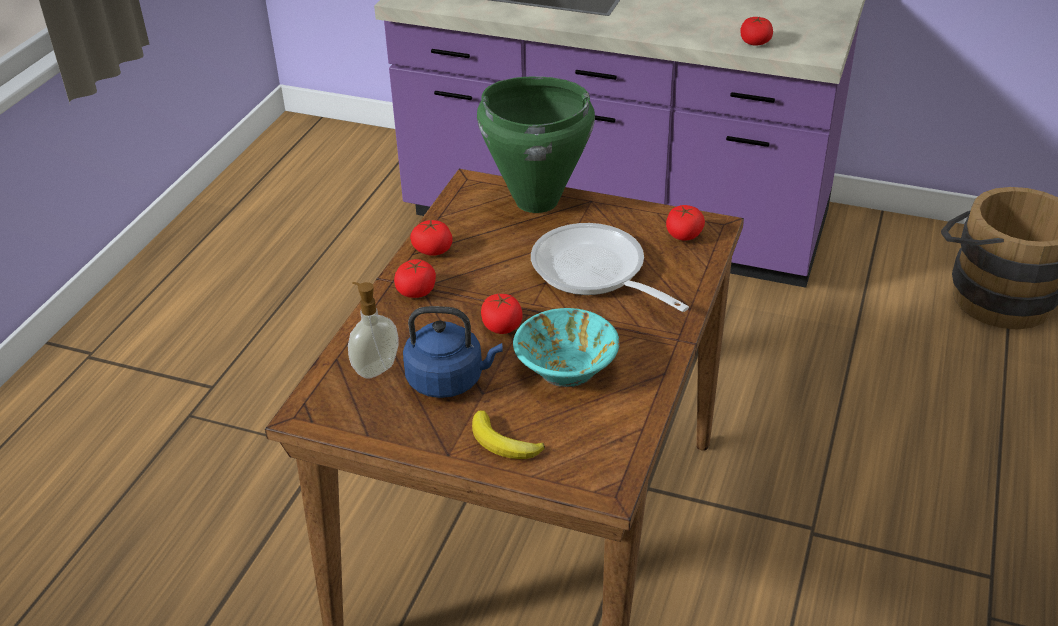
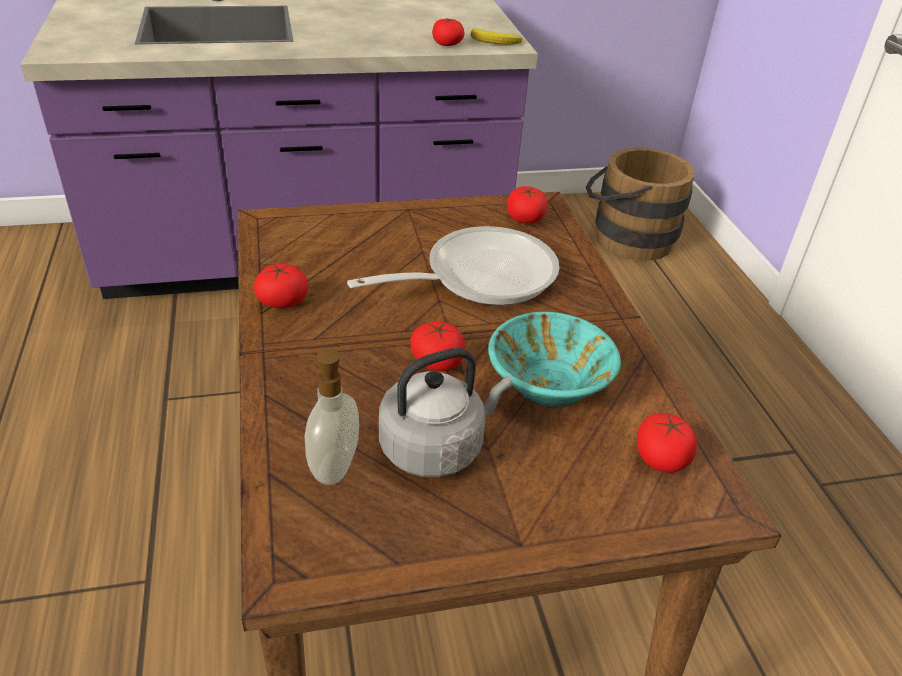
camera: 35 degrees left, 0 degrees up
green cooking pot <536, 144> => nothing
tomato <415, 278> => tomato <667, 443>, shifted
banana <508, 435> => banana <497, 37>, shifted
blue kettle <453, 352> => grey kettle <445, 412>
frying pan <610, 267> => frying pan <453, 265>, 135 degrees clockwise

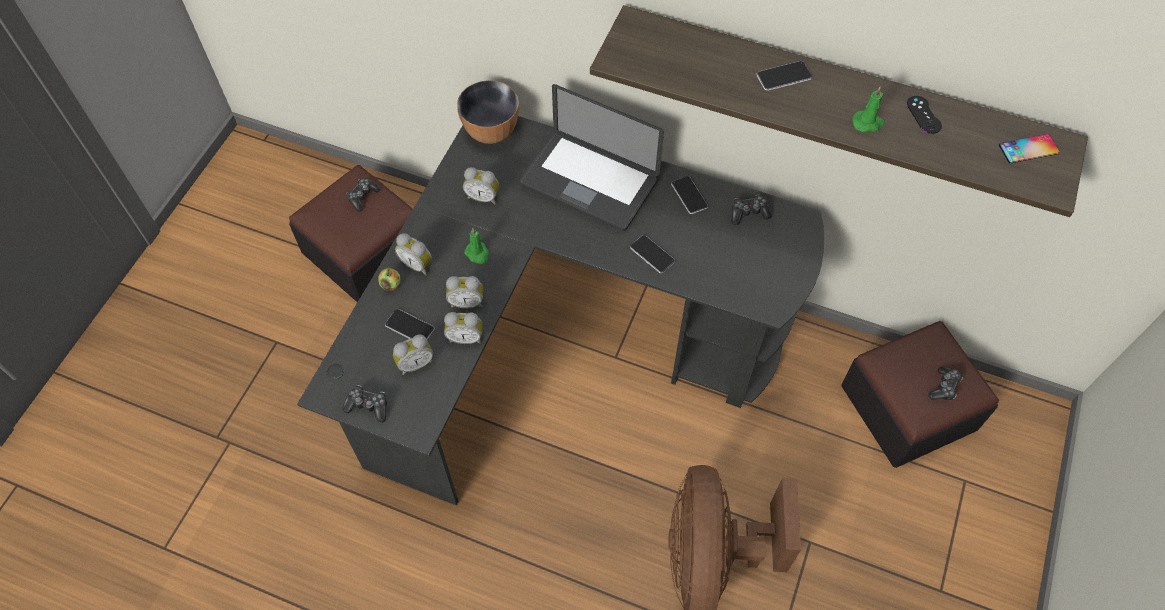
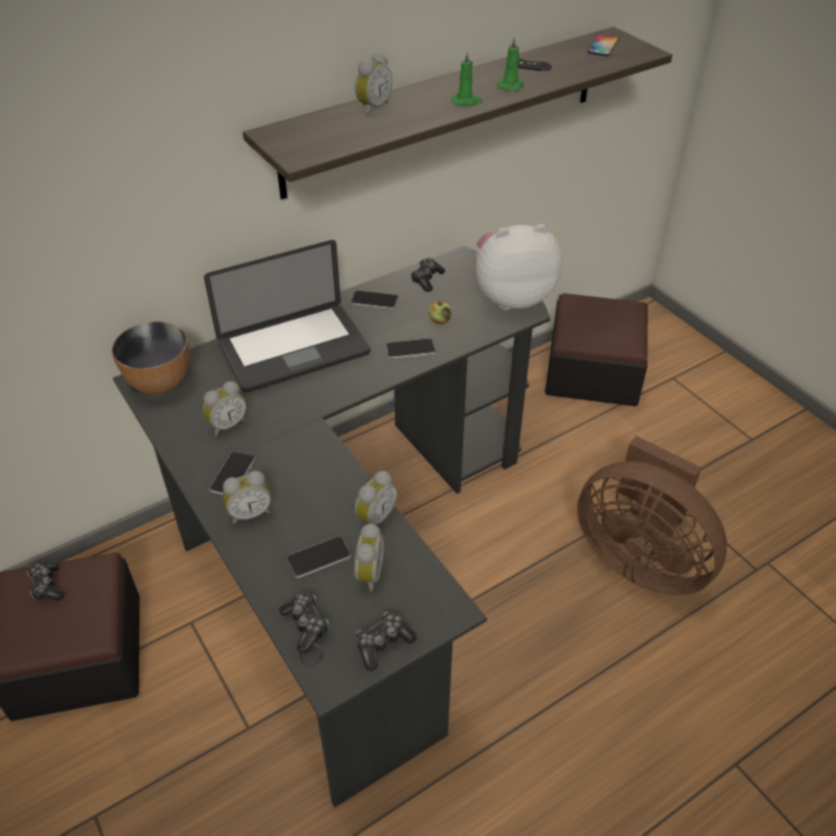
camera: 55 degrees left, 15 degrees down
nothing => plush toy <519, 267>
apple <389, 279> => apple <440, 312>, shifted
alarm clock <464, 292> => alarm clock <373, 84>, shifted
green candle <476, 246> => green candle <466, 78>, shifted
phone <784, 76> => phone <232, 473>, shifted
game controller <945, 383> => game controller <304, 623>, shifted

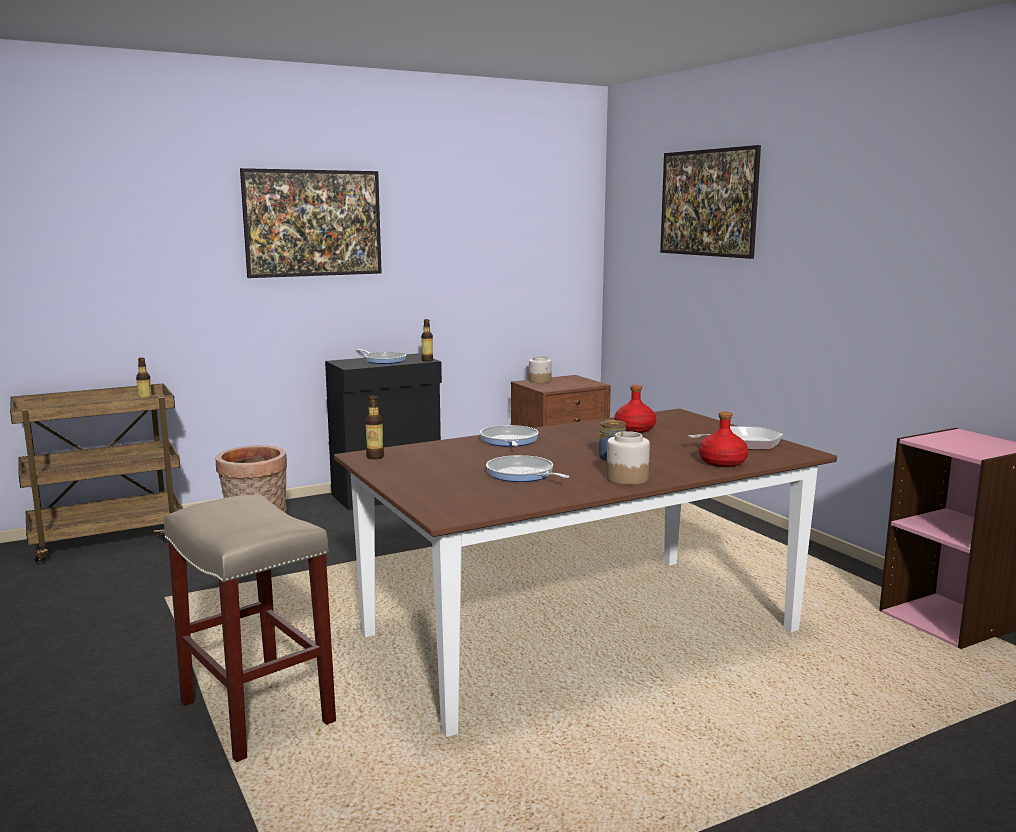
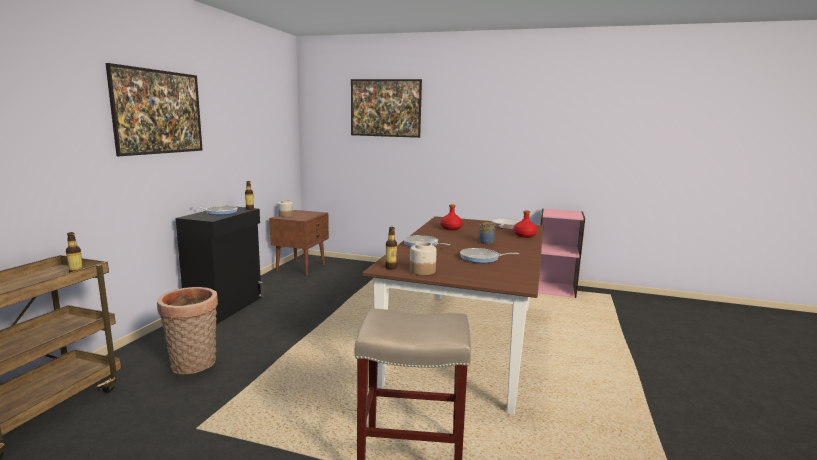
camera: 45 degrees left, 0 degrees up
jar <628, 458> => jar <423, 258>, shifted

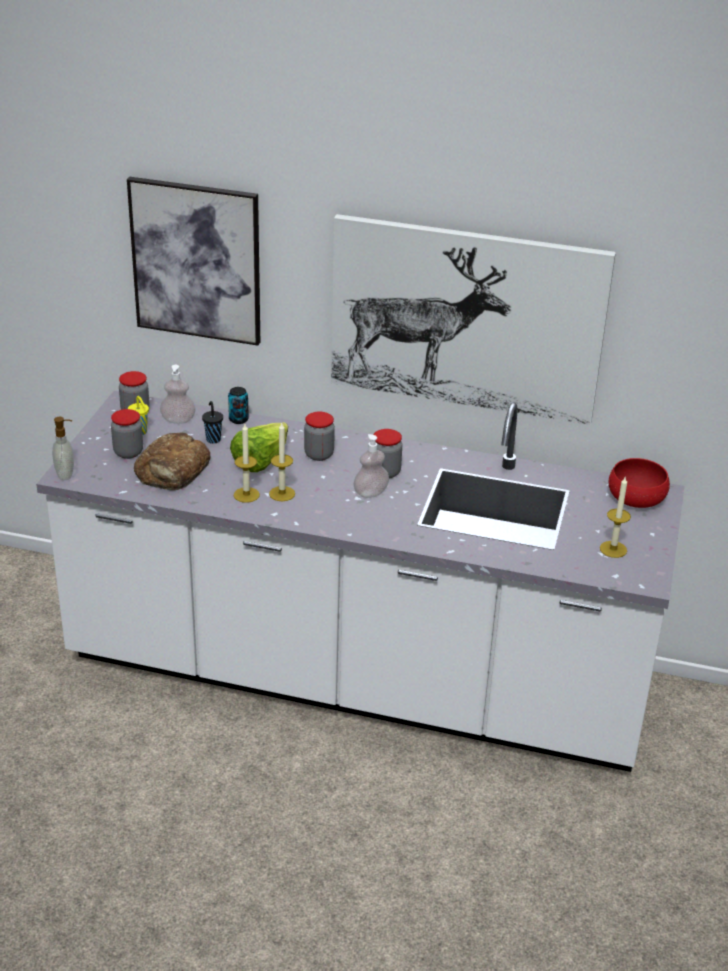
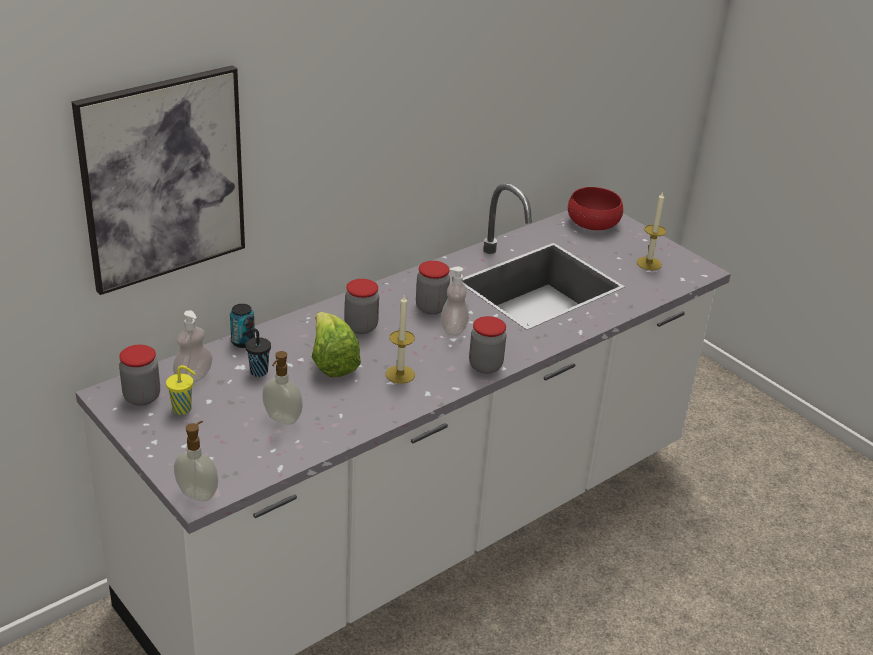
camera: 55 degrees left, 0 degrees up
candle <246, 463> => nothing
picture <473, 319> => nothing
jar <127, 434> => jar <487, 345>, shifted
bread <172, 461> => soap dispenser <282, 388>

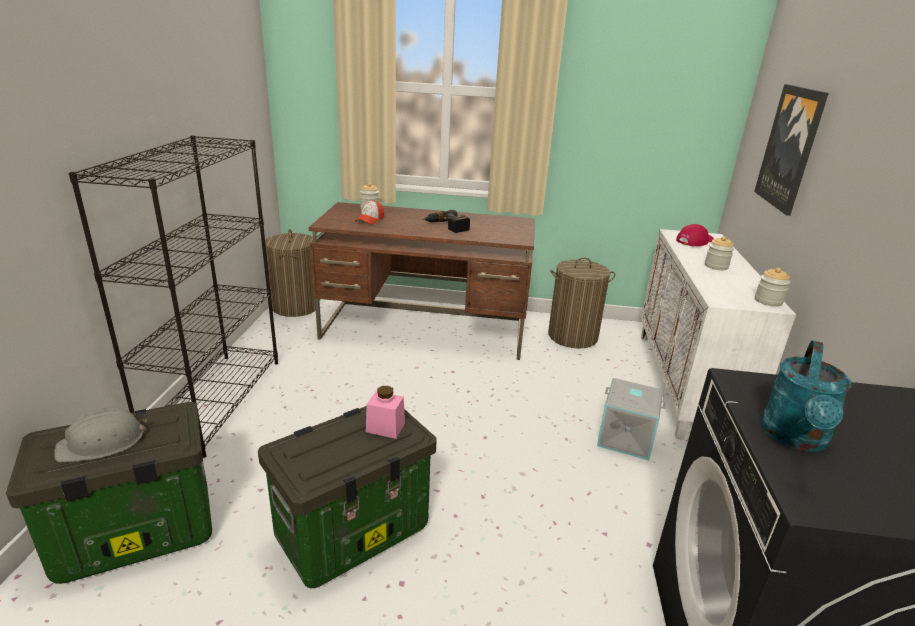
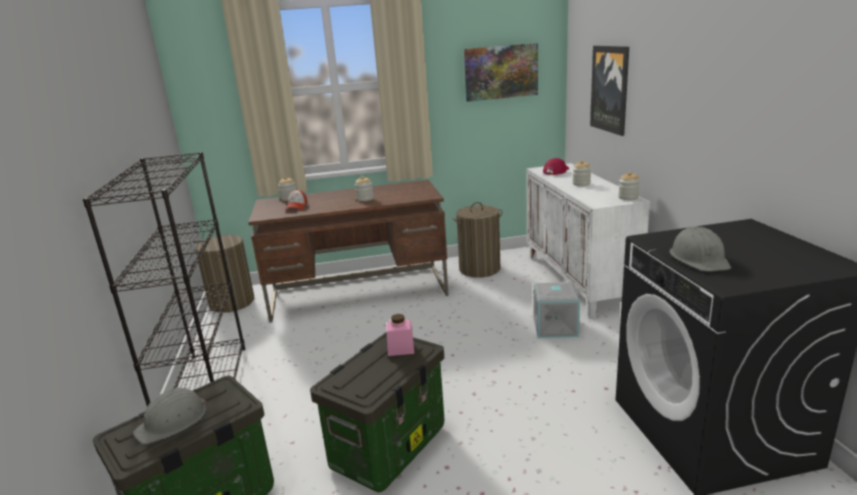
camera: 15 degrees left, 5 degrees down
nothing => picture <501, 72>
power drill <446, 221> => jar <364, 188>
turquoise watering can <806, 396> => grey hard hat <700, 248>

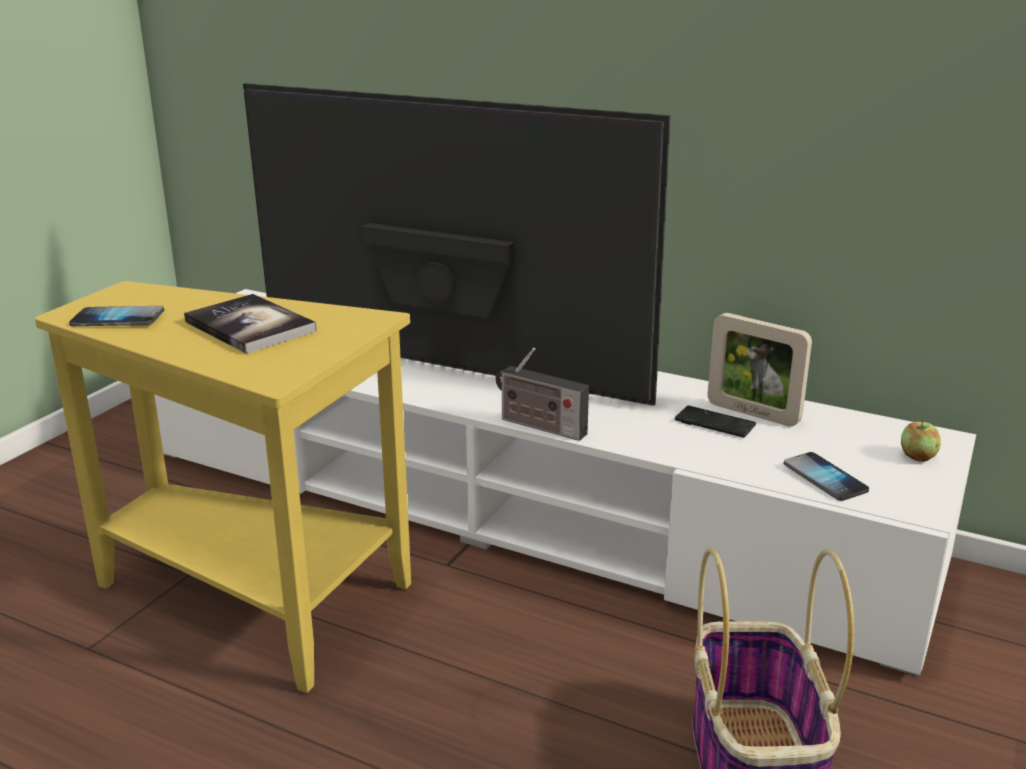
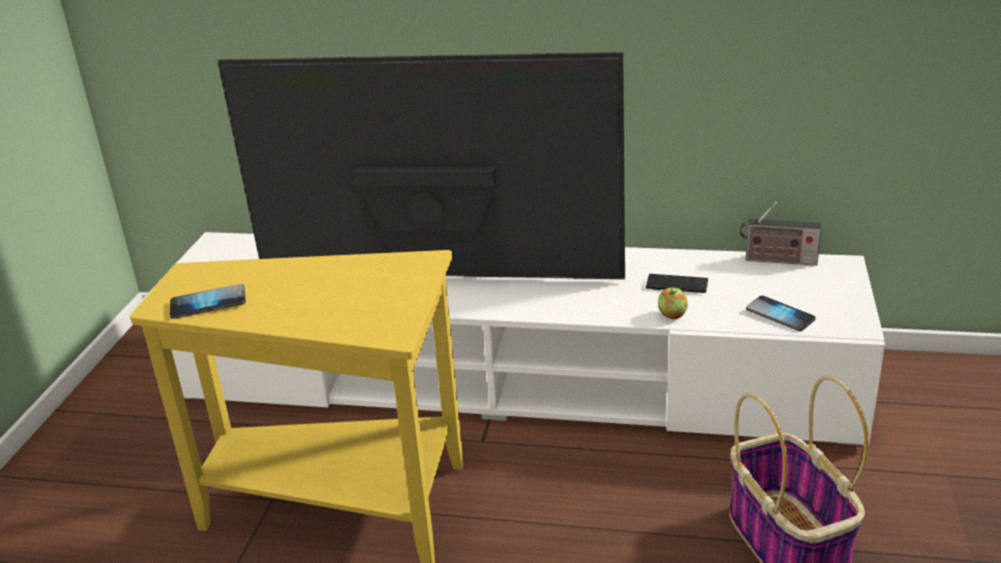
camera: 15 degrees left, 5 degrees up
book <250, 324> => nothing
picture frame <759, 370> => nothing
radio <542, 394> => radio <780, 234>, shifted
apple <921, 440> => apple <673, 303>, shifted

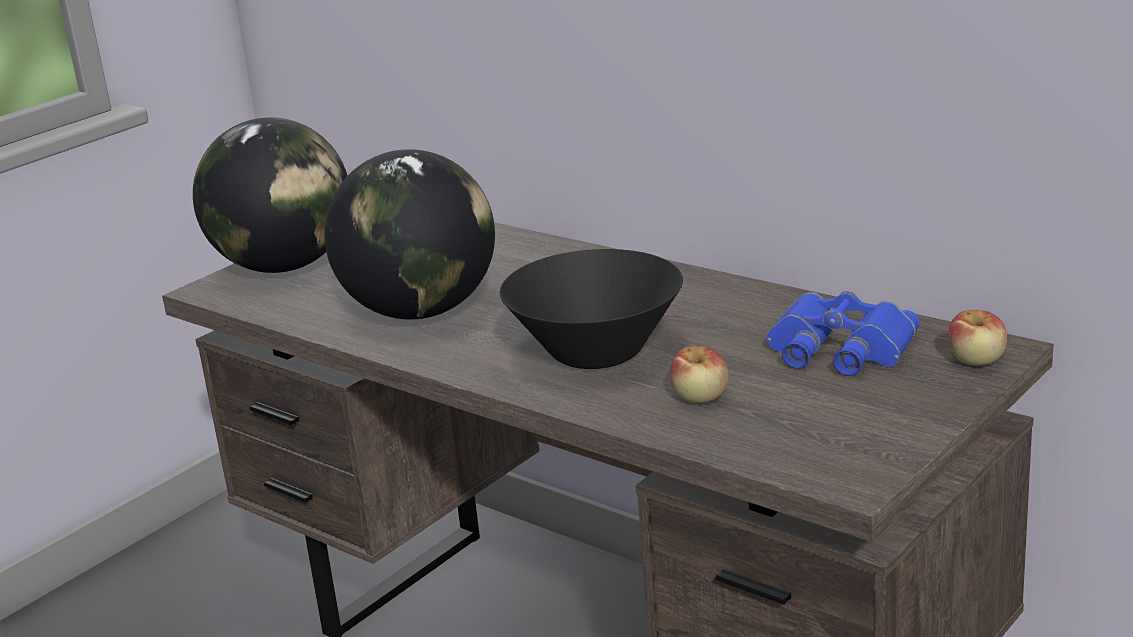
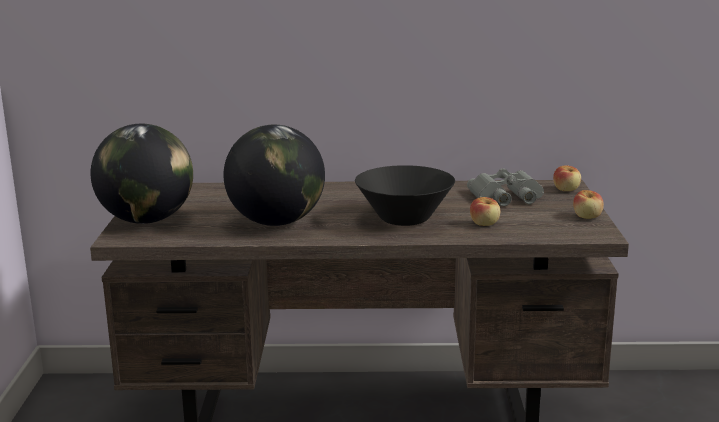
camera: 40 degrees left, 5 degrees down
nothing => apple <588, 204>
blue binoculars <843, 333> => grey binoculars <505, 187>

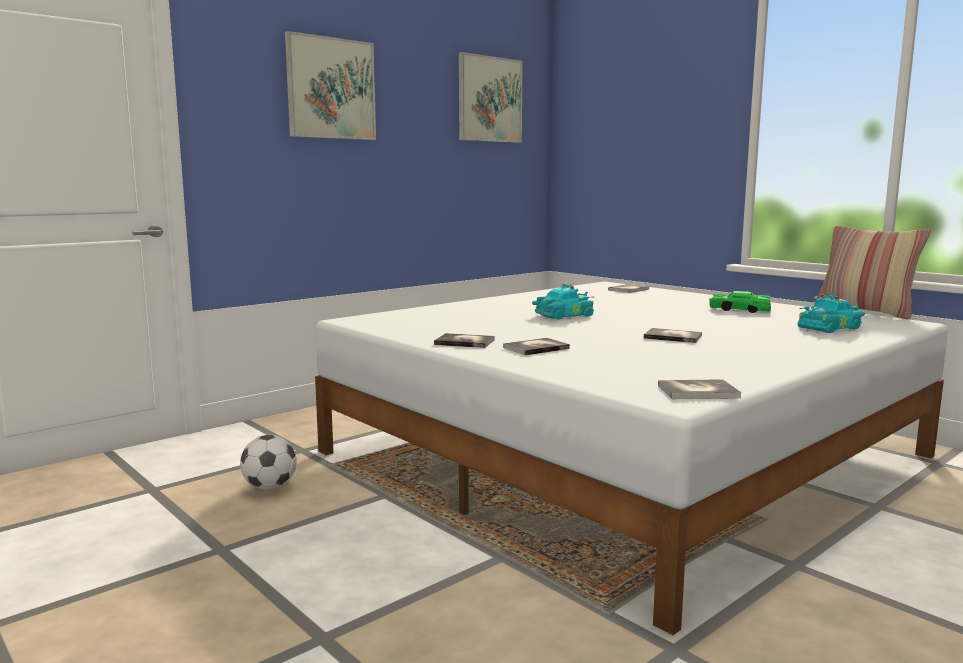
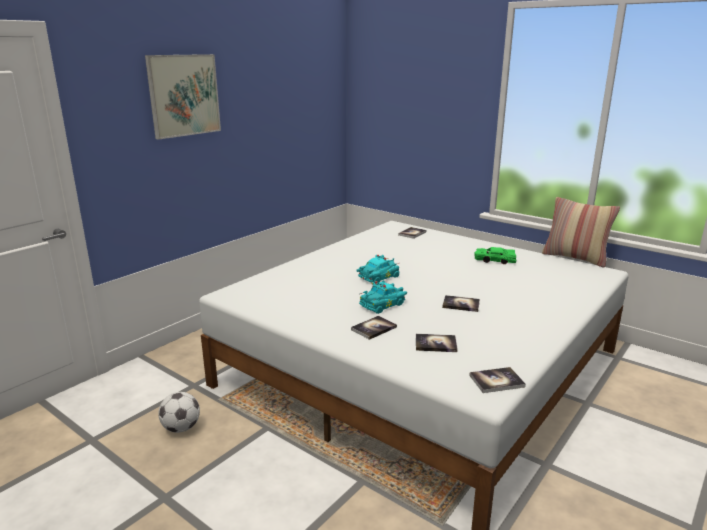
camera: 10 degrees left, 10 degrees up
picture <491, 97> => nothing
book <464, 340> => book <437, 343>, shifted
turquoise toy car <831, 313> => turquoise toy car <383, 297>, shifted

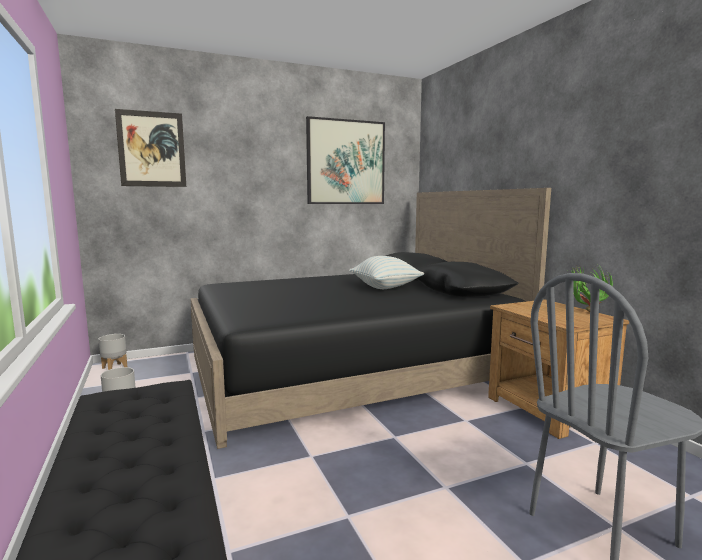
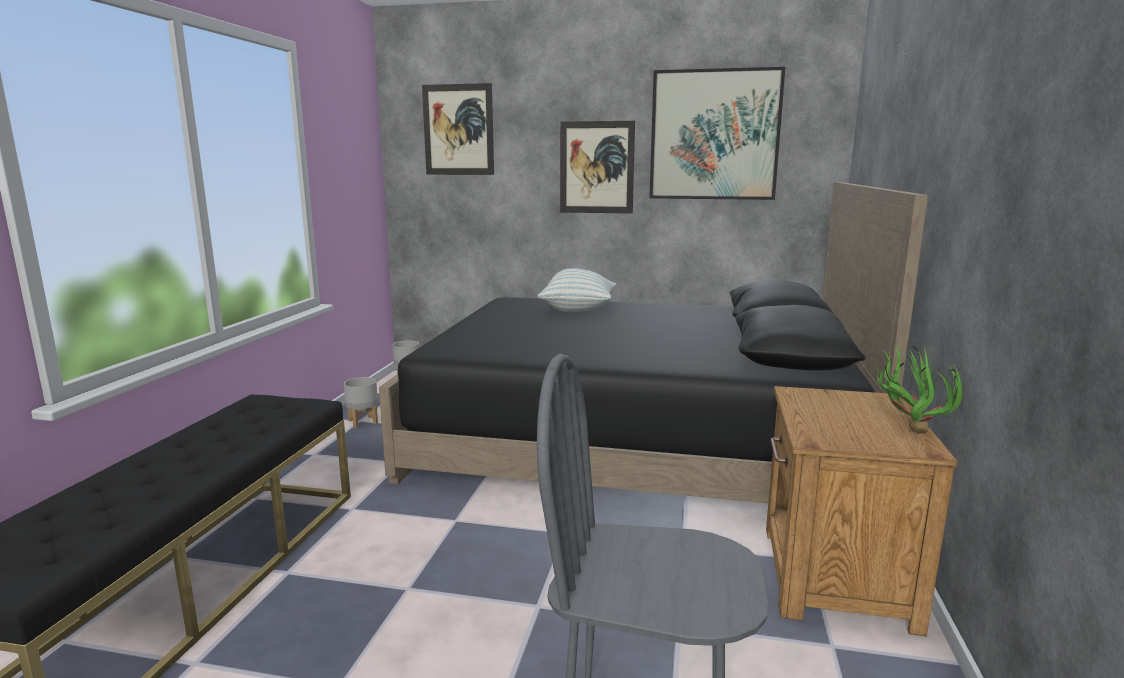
camera: 35 degrees right, 5 degrees up
nothing => picture <597, 167>
pillow <386, 272> => pillow <577, 290>, shifted

